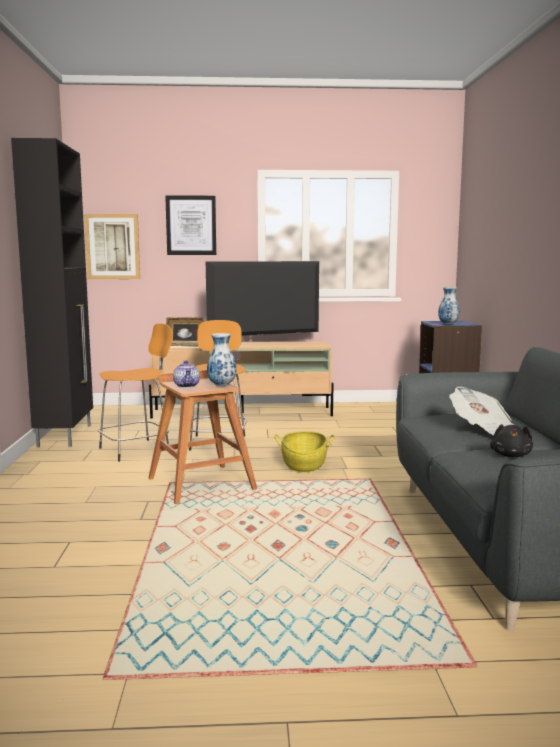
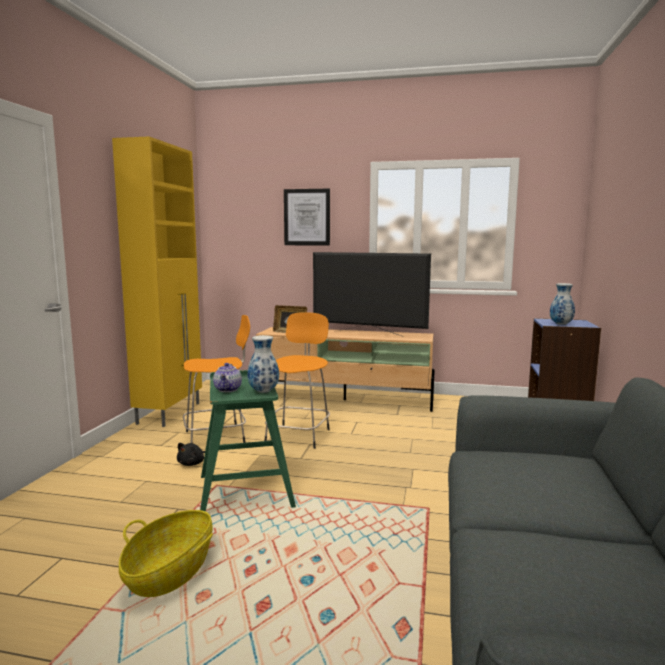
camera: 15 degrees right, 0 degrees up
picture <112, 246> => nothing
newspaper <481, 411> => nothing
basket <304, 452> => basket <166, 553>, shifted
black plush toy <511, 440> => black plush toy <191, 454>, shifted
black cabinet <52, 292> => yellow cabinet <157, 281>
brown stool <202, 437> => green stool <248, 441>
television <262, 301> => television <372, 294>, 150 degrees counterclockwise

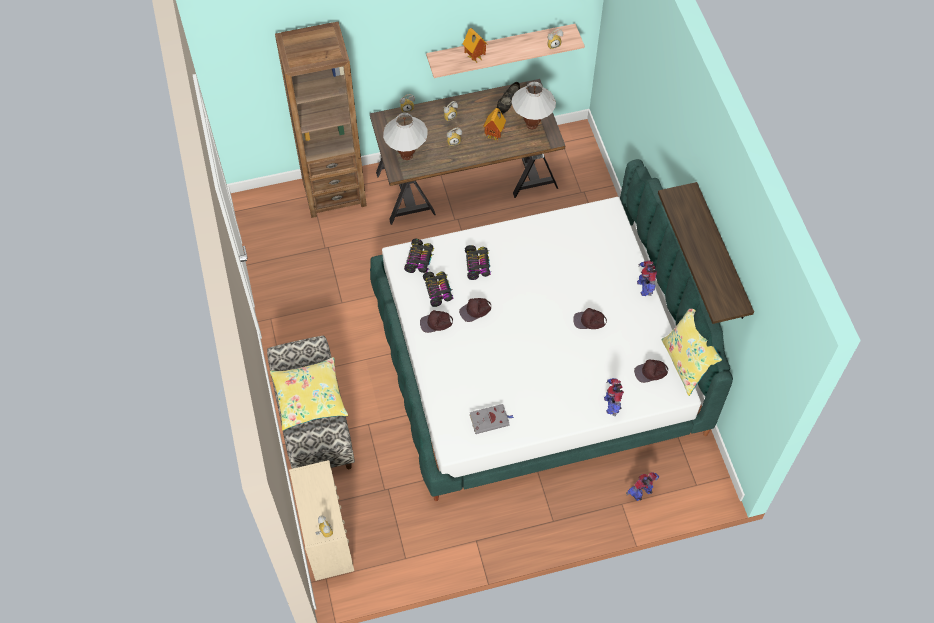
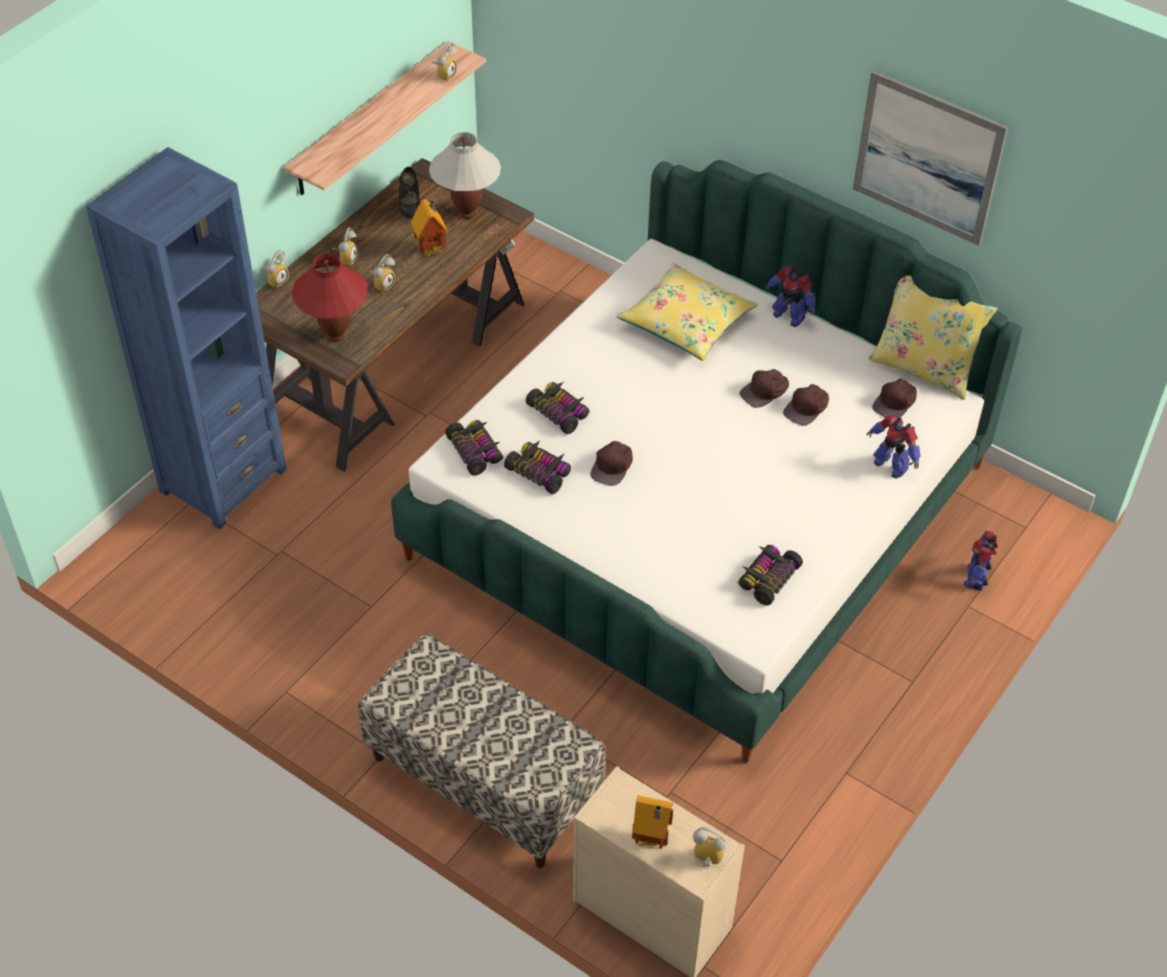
camera: 40 degrees left, 10 degrees down
yellow pillow <309, 394> => yellow pillow <687, 312>, shifted
brown cap <436, 321> => brown cap <806, 404>, shifted
toy house <475, 45> => toy house <652, 822>, shifted
grey book <492, 419> => toy car <770, 575>
shelf <706, 253> => picture <930, 158>
brown bookcase <321, 120> => blue bookcase <186, 338>
white table lamp <405, 136> => red table lamp <330, 298>

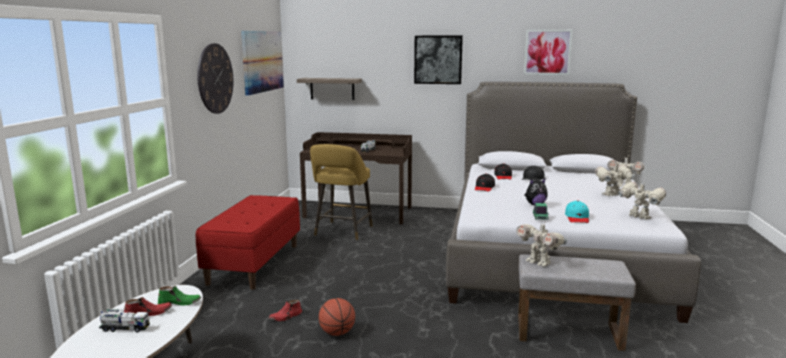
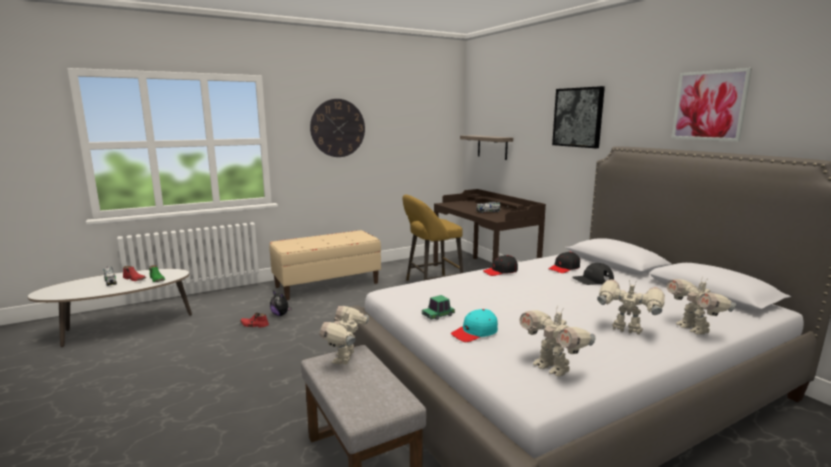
camera: 50 degrees right, 0 degrees up
picture <262, 63> => nothing
basketball <337, 317> => nothing
plush toy <536, 192> => plush toy <281, 303>, shifted
red bench <248, 242> => beige bench <325, 265>
toy robot <642, 200> => toy robot <557, 343>, 135 degrees clockwise

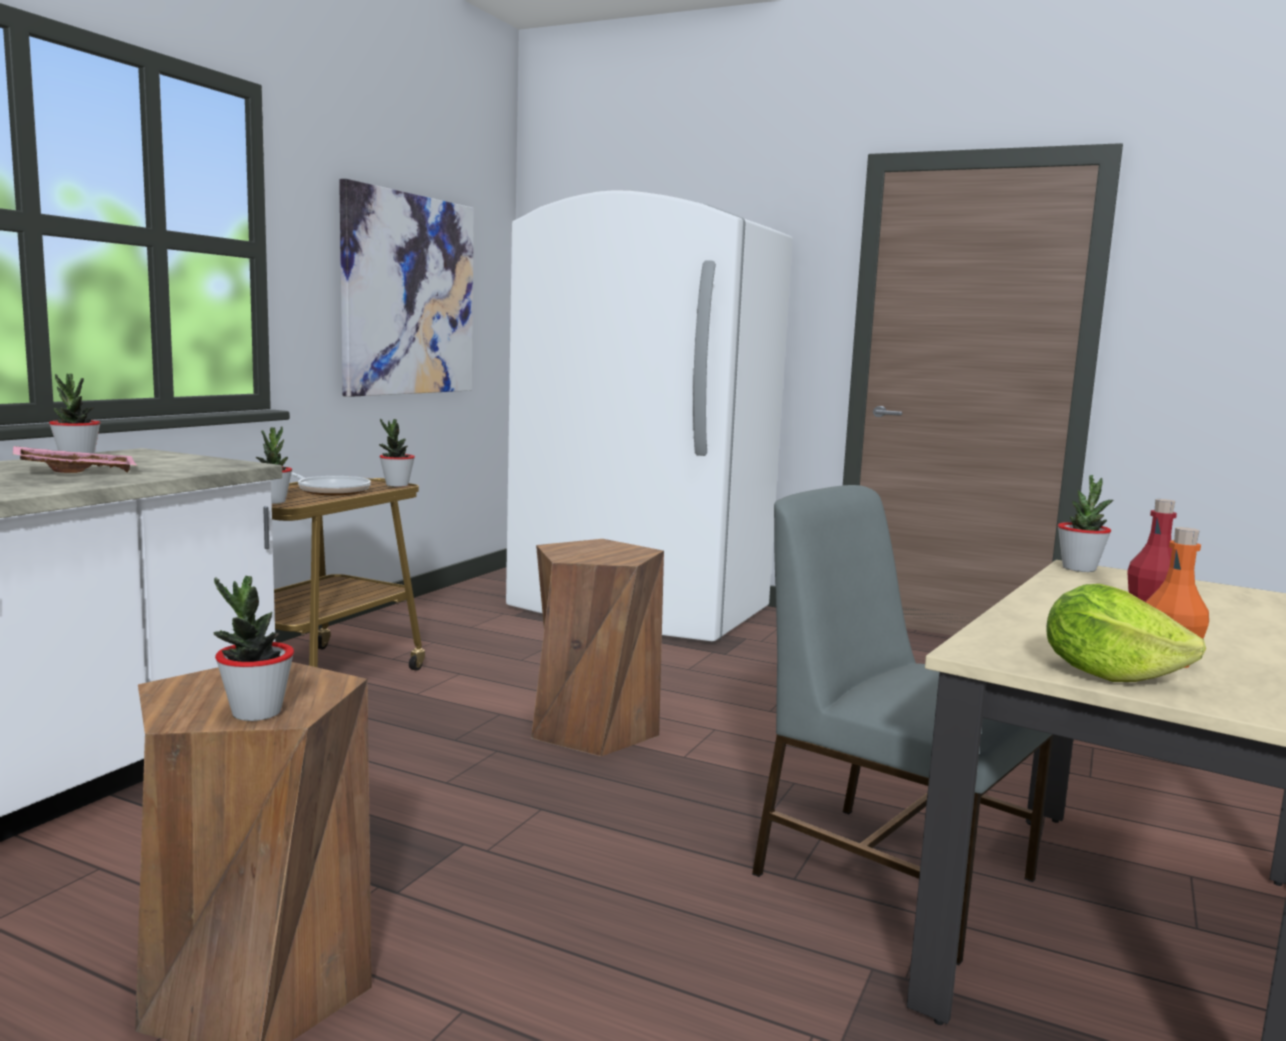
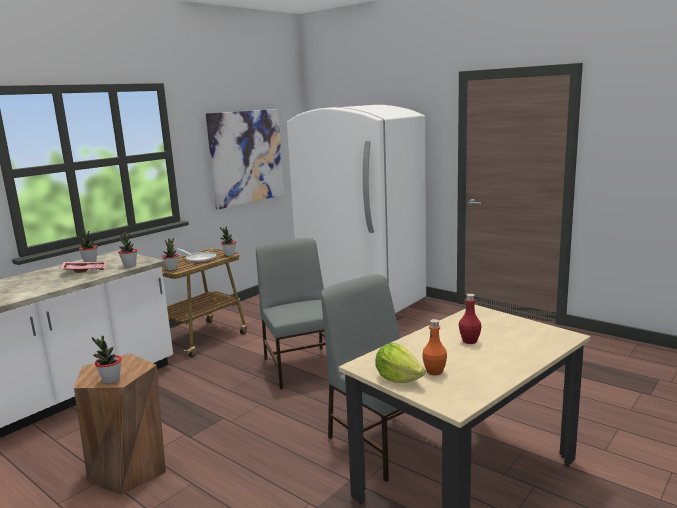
camera: 15 degrees right, 5 degrees up
potted plant <1085, 523> => potted plant <127, 249>, shifted
brown stool <597, 648> => grey chair <291, 313>

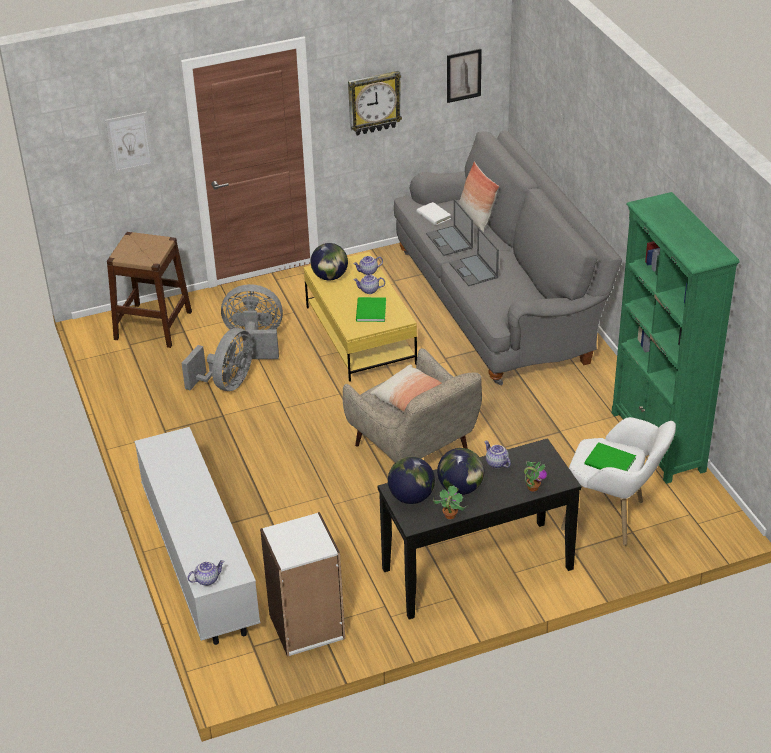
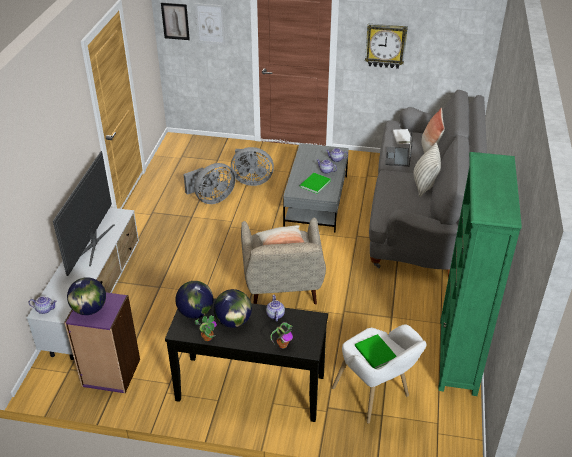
camera: 30 degrees right, 0 degrees up
brown stool <149, 290> => nothing
laptop <474, 256> => nothing
nothing => television <83, 213>
nothing => pillow <427, 170>
globe <329, 261> => globe <86, 296>, shifted
picture <464, 76> => picture <175, 21>, shifted
white bookcase <302, 584> => purple bookcase <102, 342>
yellow coffee table <360, 317> => grey coffee table <316, 188>
grey fan <252, 321> => grey fan <252, 166>, 150 degrees clockwise

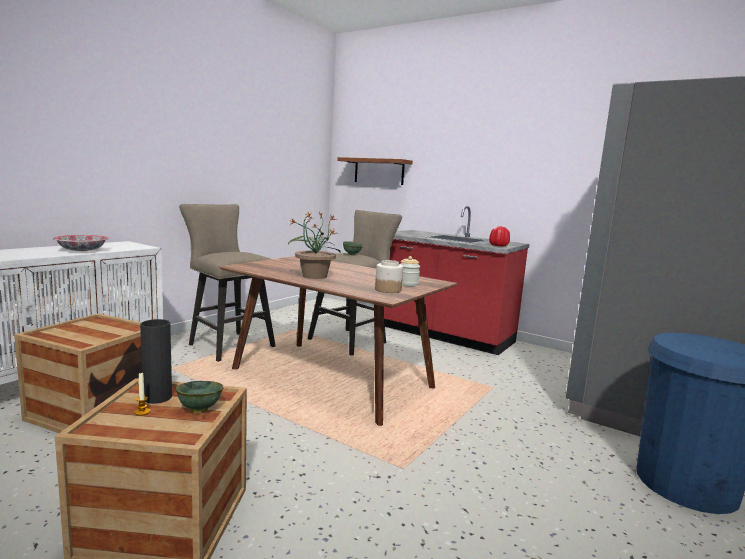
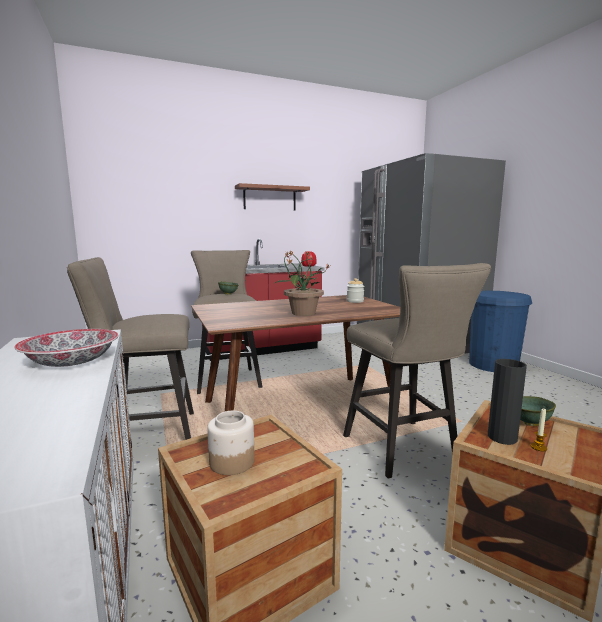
camera: 55 degrees left, 0 degrees up
nothing => beige stool <417, 371>
brown shelf <375, 171> => brown shelf <272, 196>, shifted
jar <389, 276> => jar <231, 443>, shifted

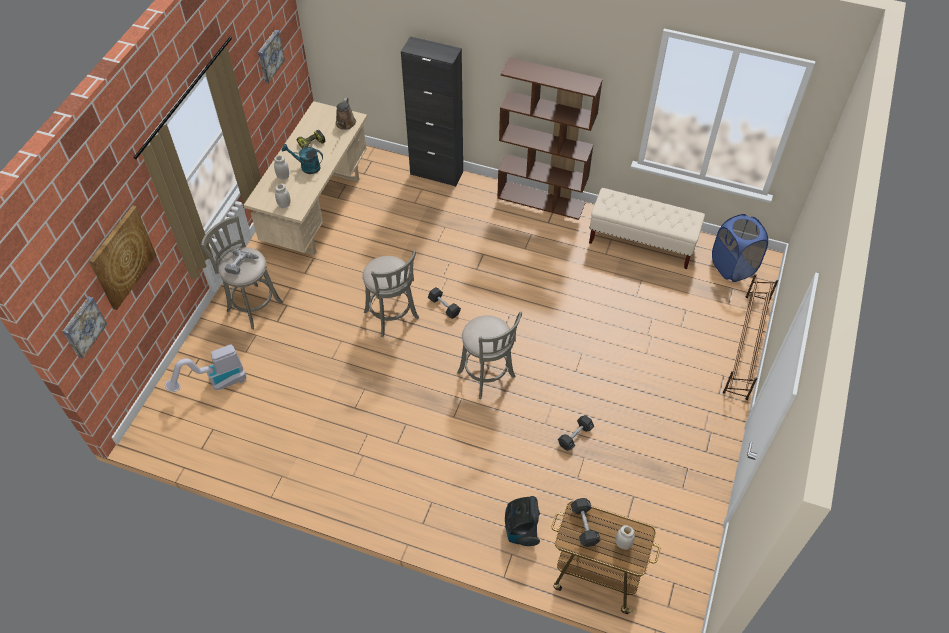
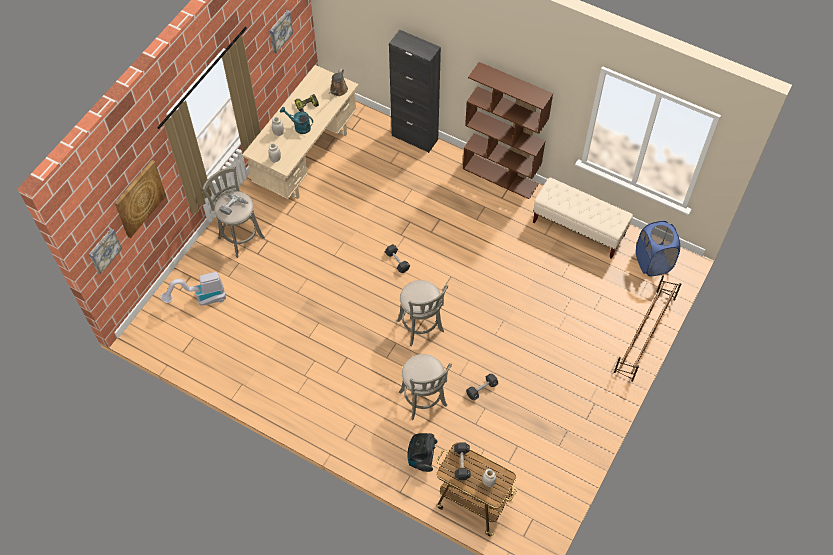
camera: 10 degrees right, 5 degrees up
grey stool <390, 294> => grey stool <425, 387>, shifted

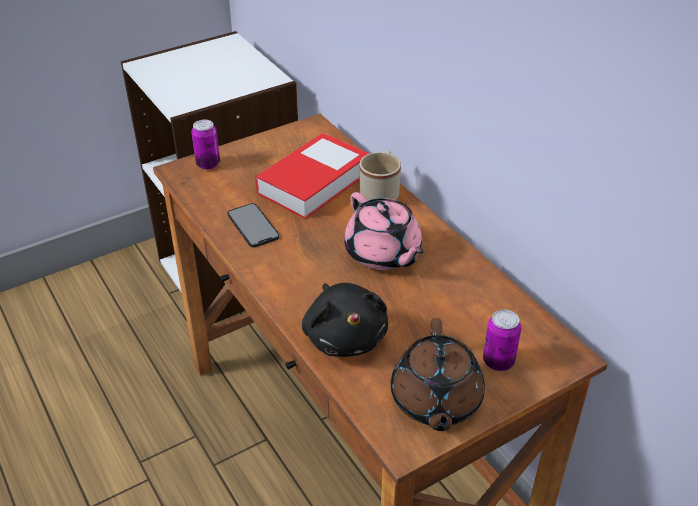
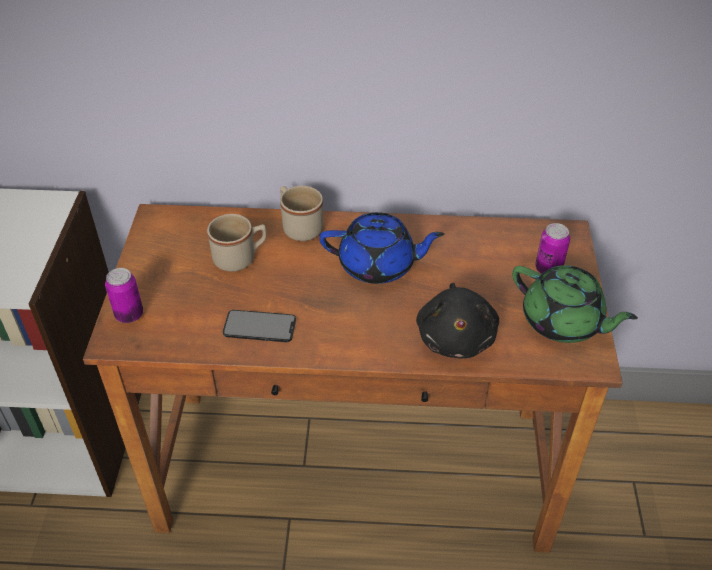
camera: 55 degrees left, 5 degrees up
book <312, 176> => beige mug <237, 243>
pink teapot <384, 231> => blue teapot <381, 248>
brown teapot <438, 374> => green teapot <575, 304>
black plush toy <345, 320> => black plush toy <457, 320>, 75 degrees clockwise

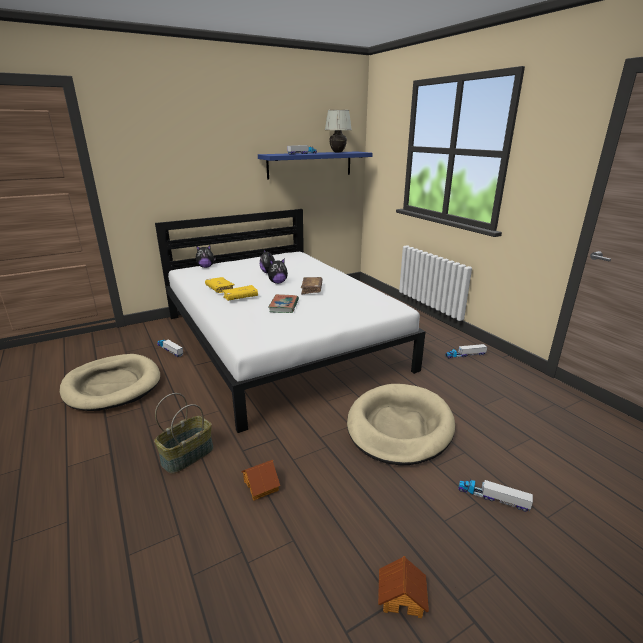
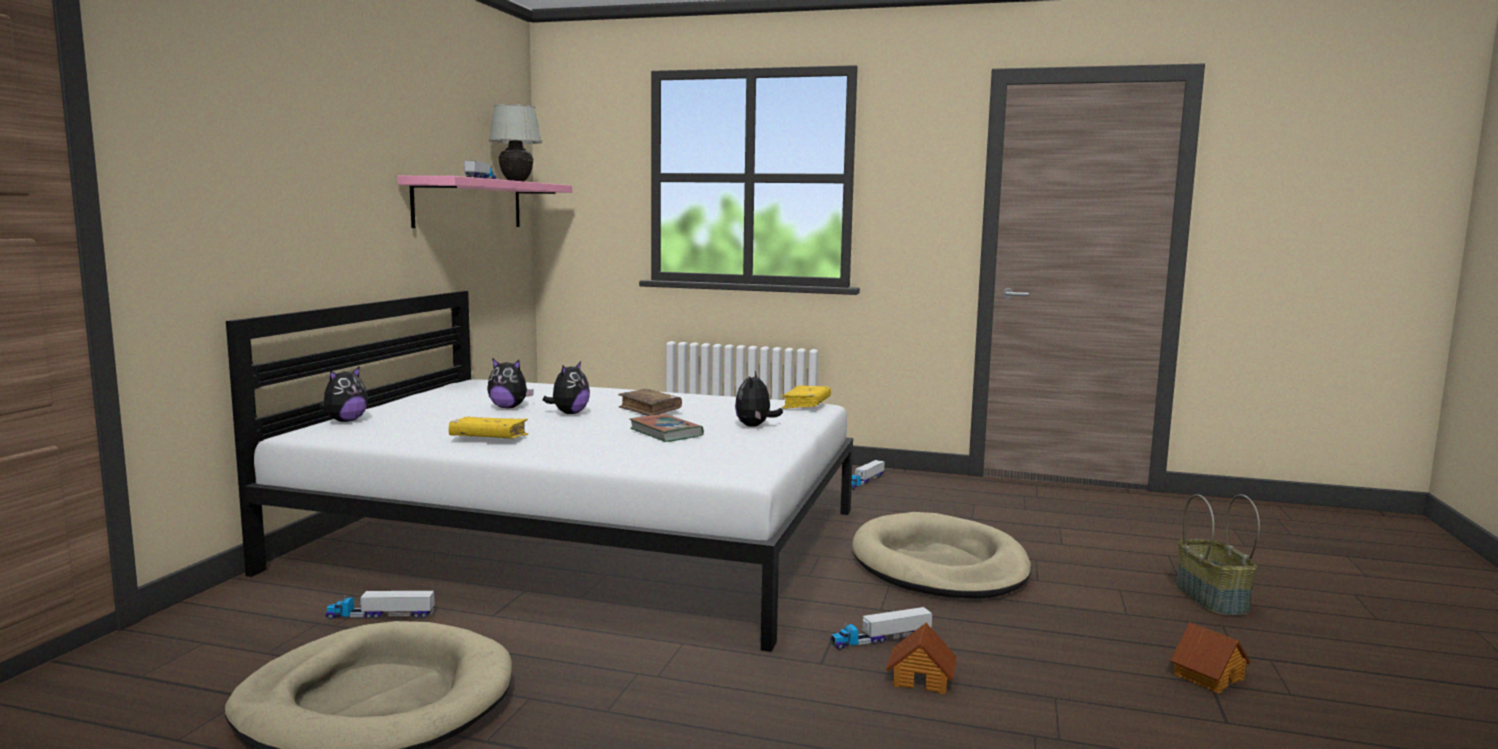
camera: 45 degrees left, 15 degrees down
nothing => plush toy <759, 399>
basket <184, 433> => basket <1217, 554>, shifted
yellow book <240, 293> => yellow book <806, 397>, shifted
toy truck <495, 495> => toy truck <881, 628>, shifted
blue shelf <315, 165> => pink shelf <484, 202>

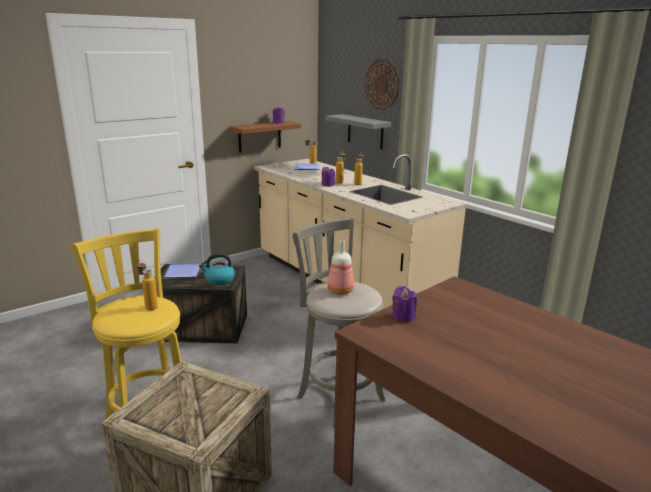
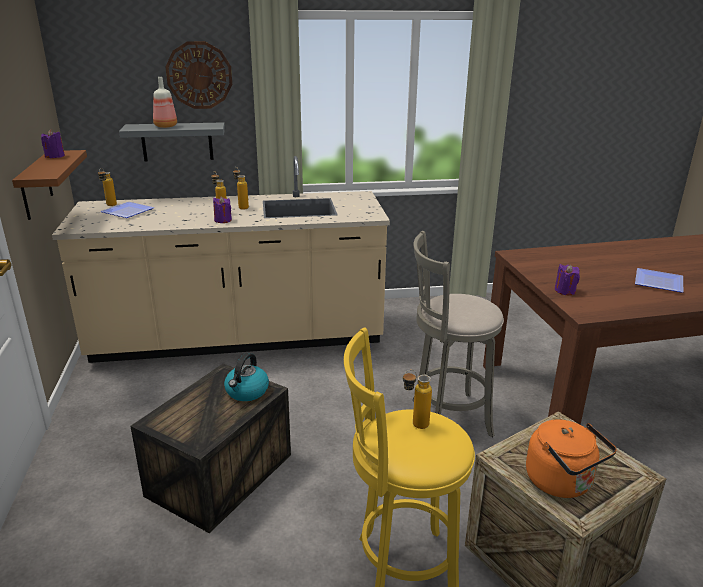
camera: 60 degrees left, 5 degrees up
nothing => orange kettle <571, 458>
plate <182, 271> => plate <659, 280>, shifted
bottle <340, 267> => bottle <165, 102>, shifted

